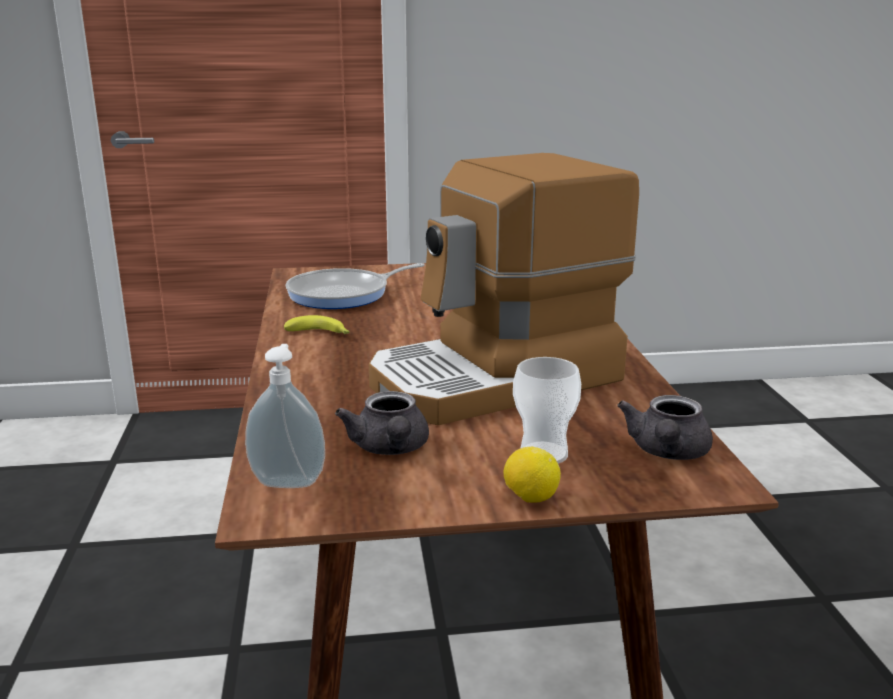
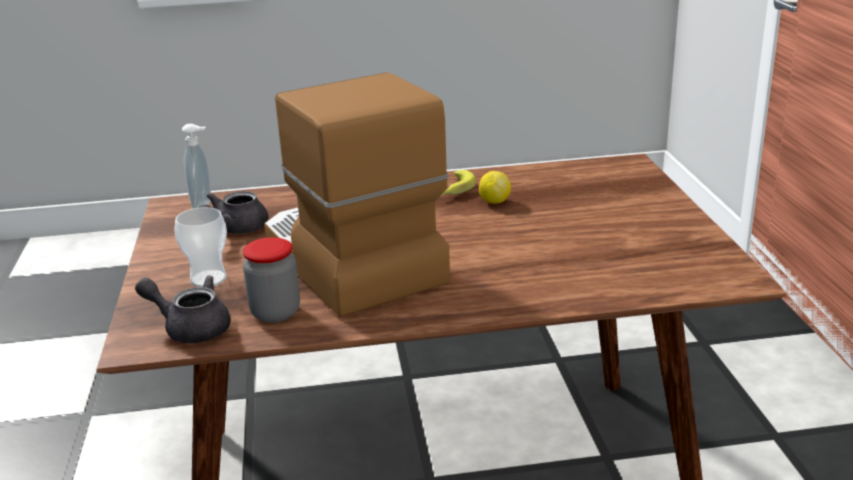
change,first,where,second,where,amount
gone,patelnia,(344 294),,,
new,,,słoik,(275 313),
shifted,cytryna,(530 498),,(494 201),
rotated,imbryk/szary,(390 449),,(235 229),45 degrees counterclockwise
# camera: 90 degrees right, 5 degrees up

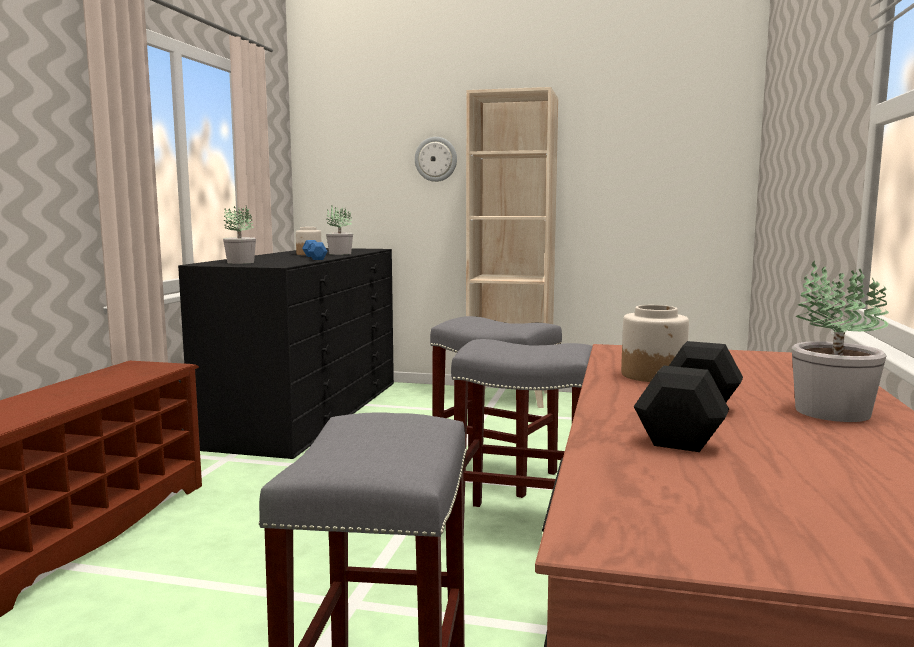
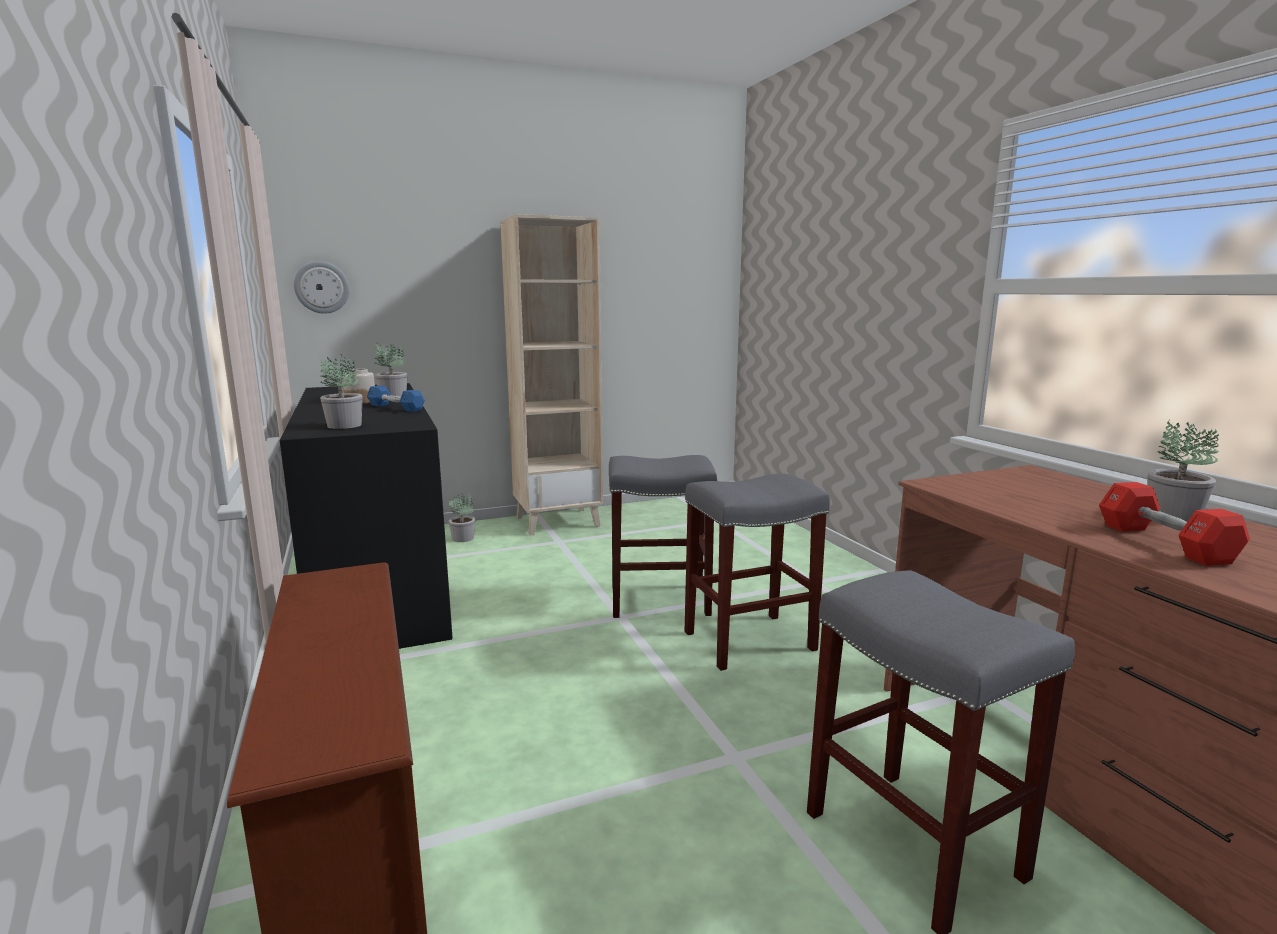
change,first,where,second,where,amount
gone,słoik,(653 375),,,
new,,,roślina doniczkowa,(463 538),
shifted,zegar ścienny,(436 159),,(322 287),
repainted,hantel/czarny,(690 424),hantel/czerwony,(1164 543),
# camera: 35 degrees left, 5 degrees up

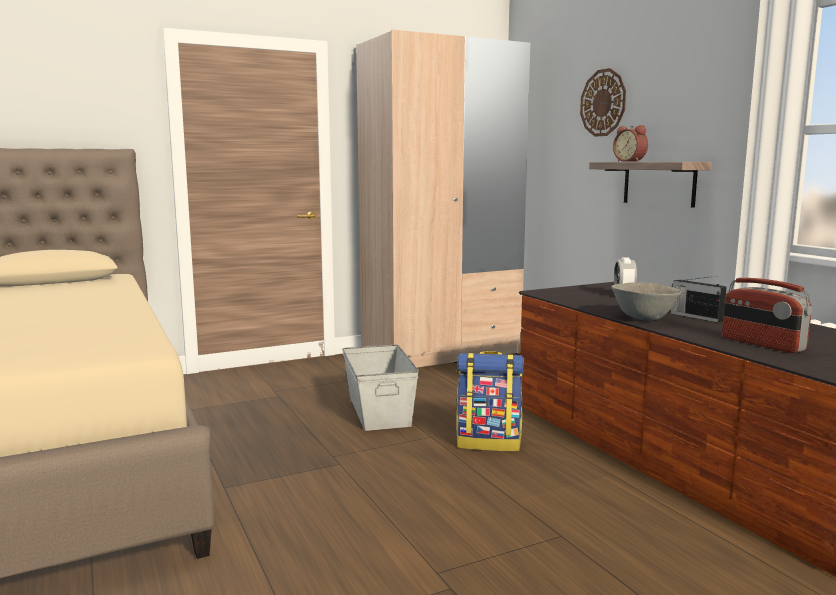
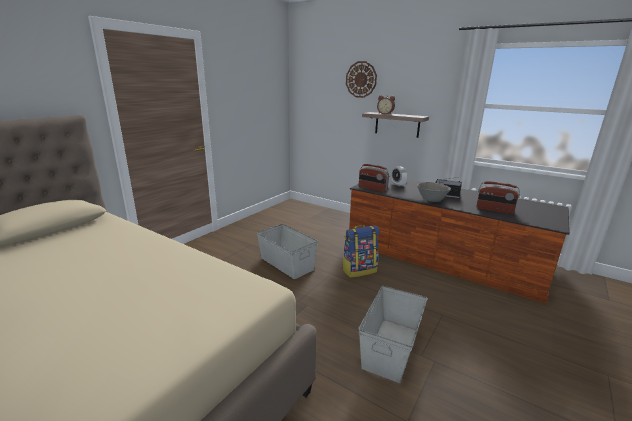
change,first,where,second,where,amount
gone,szafa/beżowy,(441 353),,,
new,,,pojemnik do przechowywania/szary,(391 347),
new,,,radio,(372 188),
# camera: 30 degrees left, 10 degrees up

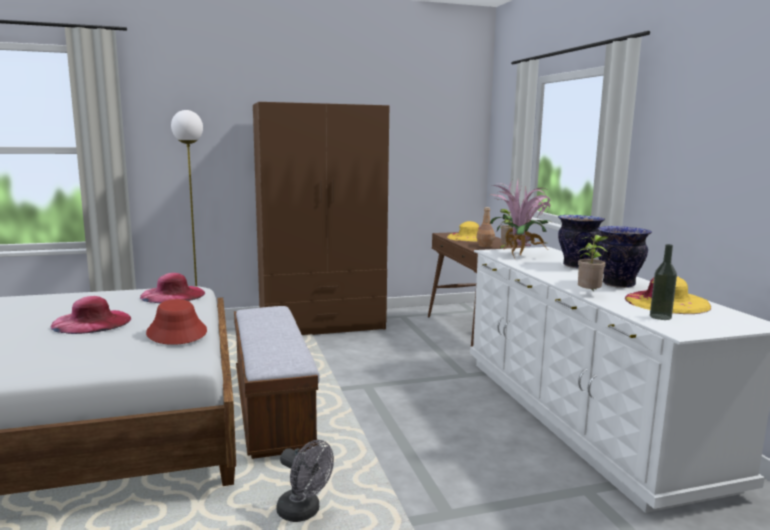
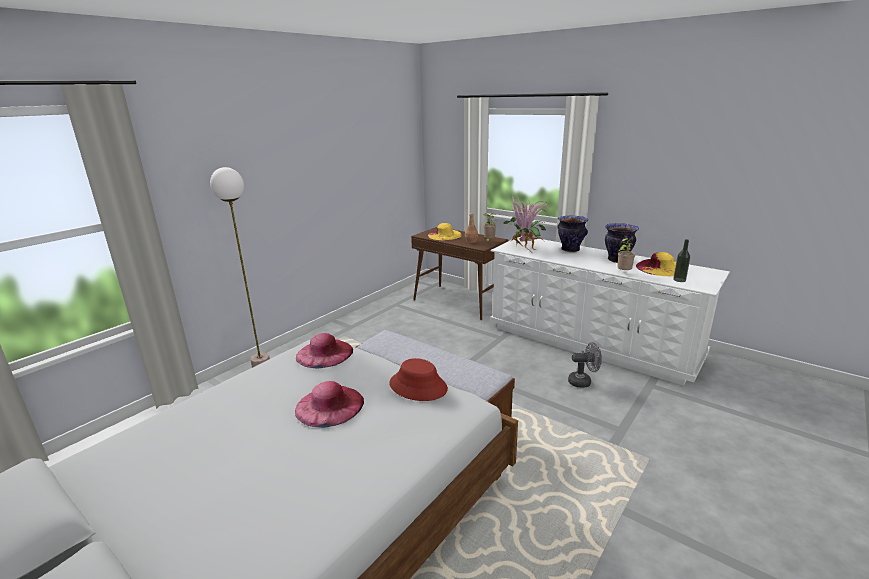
change,first,where,second,where,amount
gone,szafa/brązowy,(322 324),,,
shifted,wentylator/szary,(304 512),,(583 381),
# camera: 35 degrees left, 10 degrees up

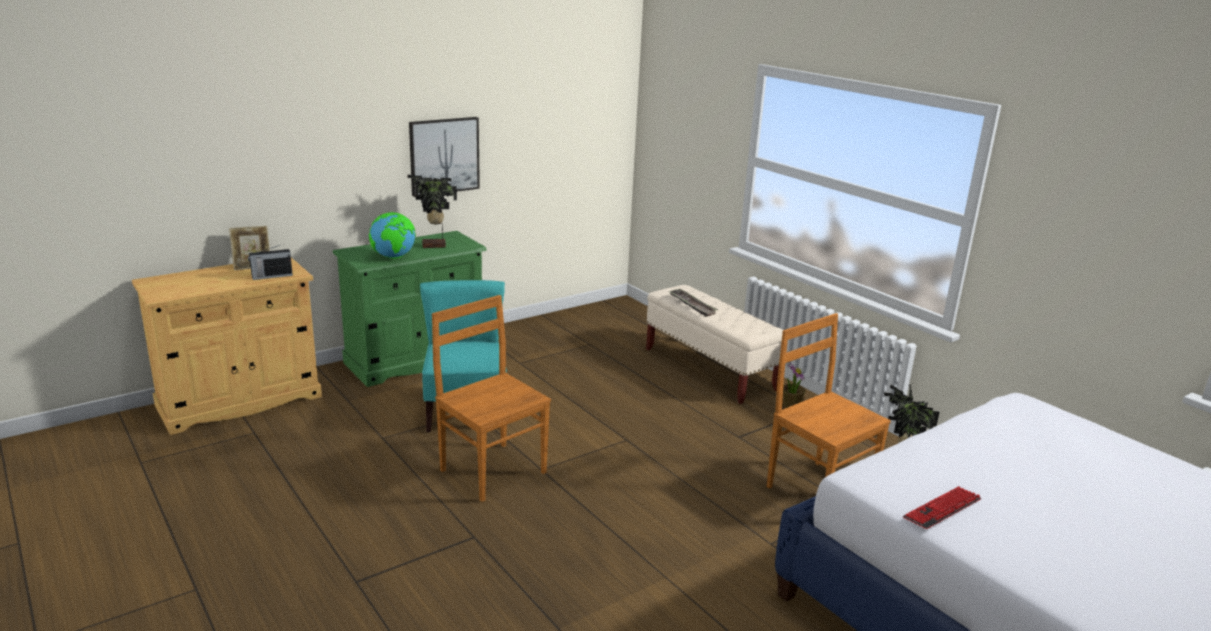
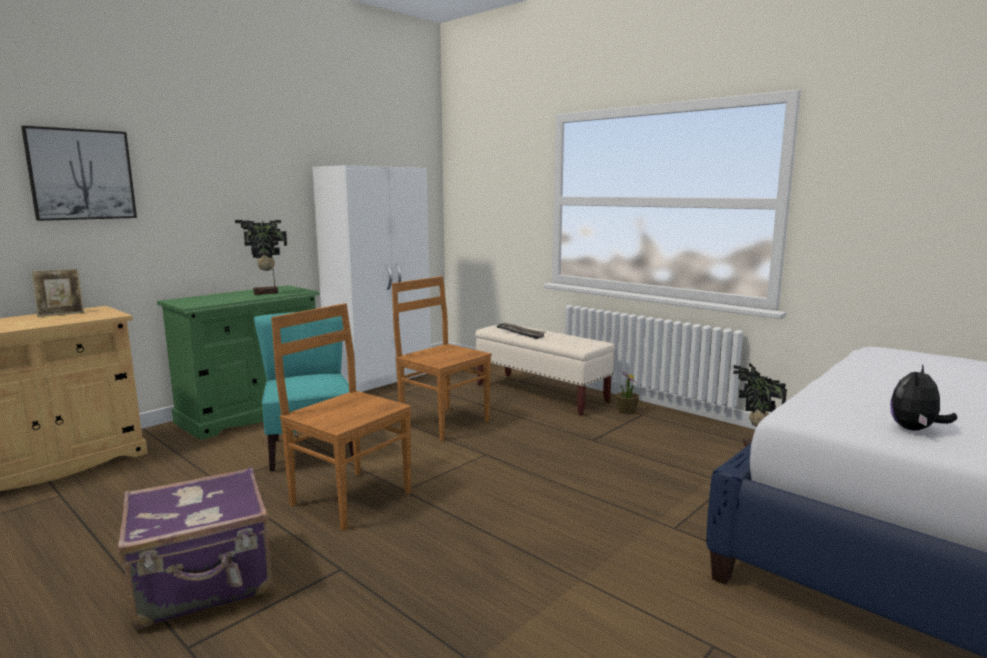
change,first,where,second,where,amount
gone,radio,(271 276),,,
gone,globus,(394 257),,,
new,,,walizka/fioletowy,(204 583),
new,,,szafa/biały,(381 378),
shifted,obraz,(444 156),,(81 174),
shifted,krzesło/brązowy,(817 489),,(443 422),
swapped,klawiatura,(942 509),pluszak,(915 429),
# camera: 10 degrees left, 10 degrees down

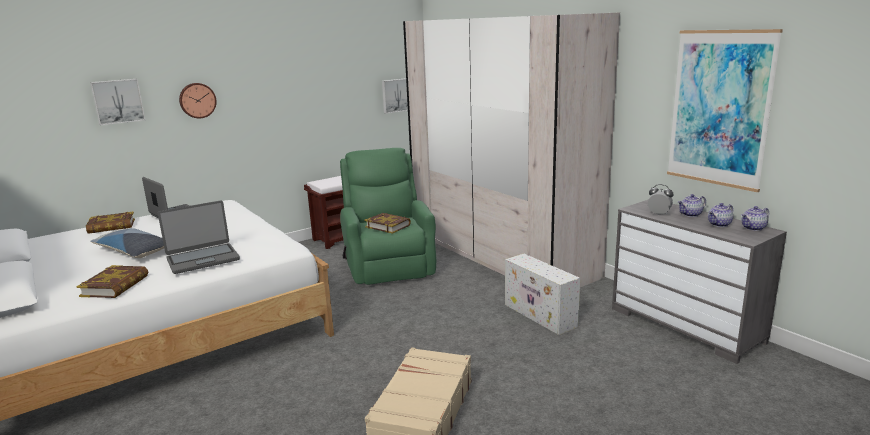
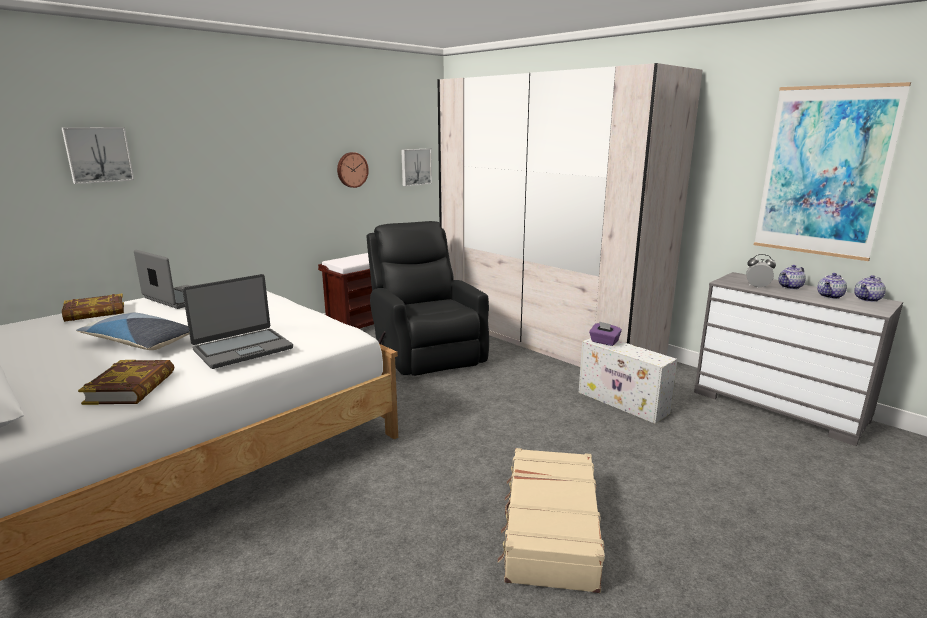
change,first,where,second,where,amount
gone,książka,(388 226),,,
new,,,pudełko chusteczek/fioletowy,(604 342),
shifted,zegar ścienny,(197 100),,(351 170),
repainted,fotel/zielony,(388 263),fotel/czarny,(426 351),
# camera: 10 degrees left, 0 degrees up

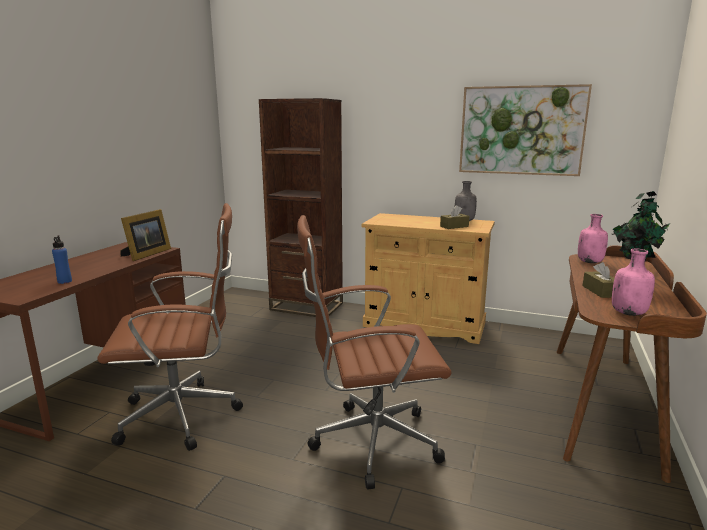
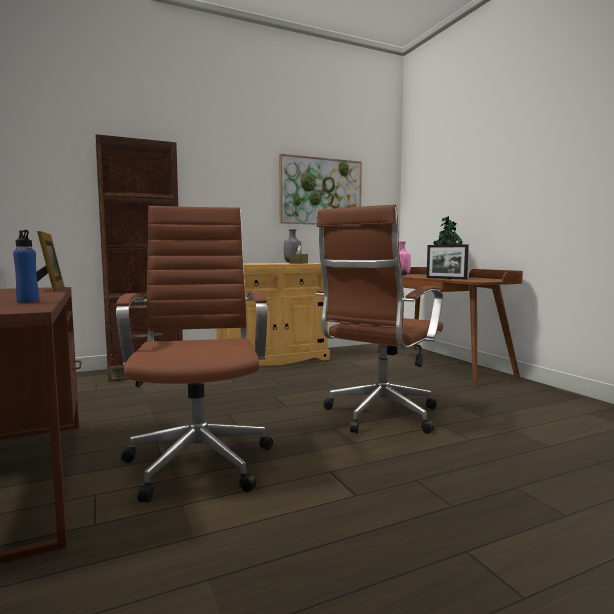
change,first,where,second,where,amount
gone,butelka/różowy,(628 313),,,
swapped,pudełko chusteczek/brązowy,(600 291),ramka na zdjęcie,(446 278),
rotated,krzesło biurowe/brązowy,(185 415),,(200 460),45 degrees counterclockwise
# camera: 45 degrees left, 10 degrees down

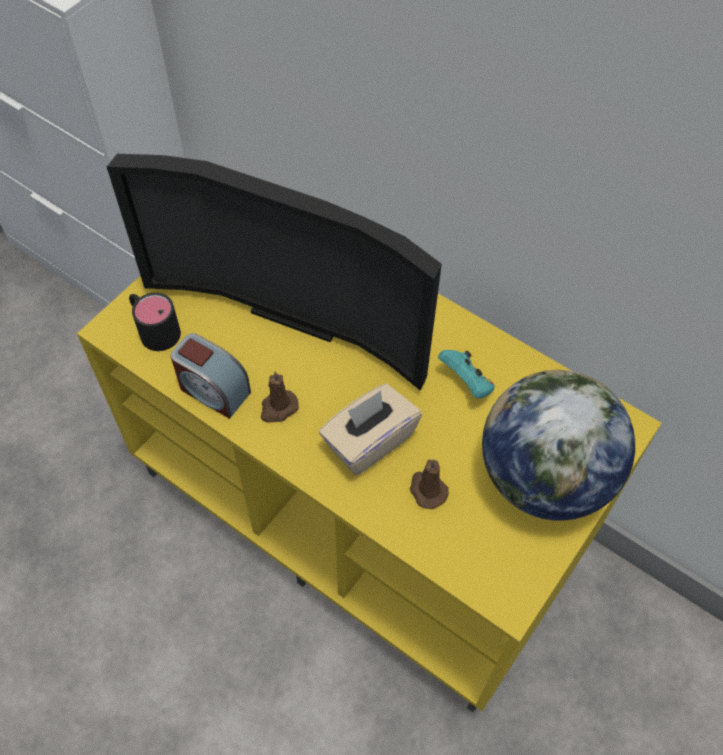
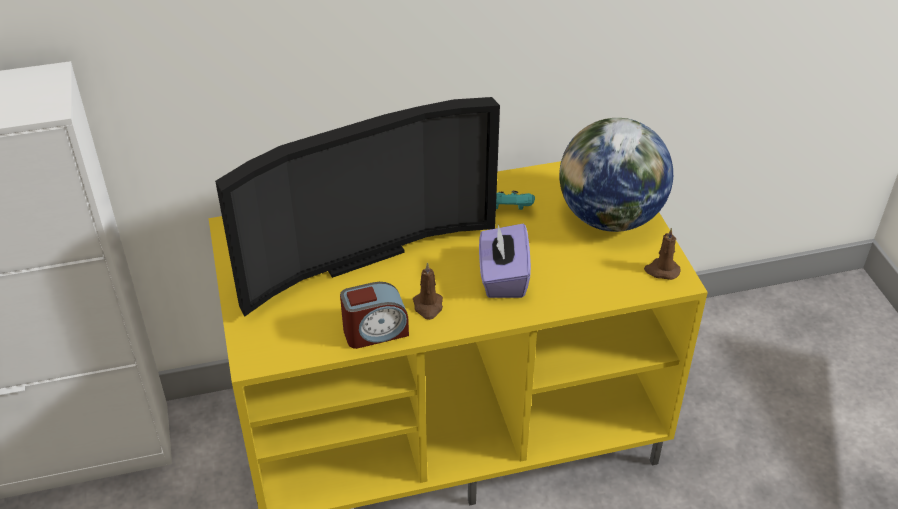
change,first,where,second,where,amount
gone,kubek/czarny,(154 329),,,
shifted,świeca/brązowy,(427 489),,(661 270),
repainted,pudełko chusteczek/beżowy,(369 441),pudełko chusteczek/fioletowy,(503 277),
# camera: 50 degrees left, 15 degrees down

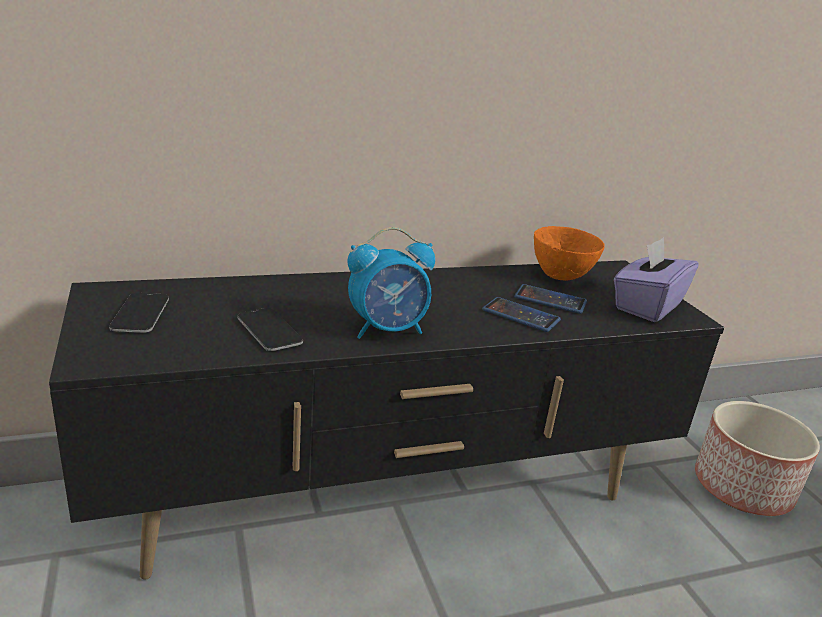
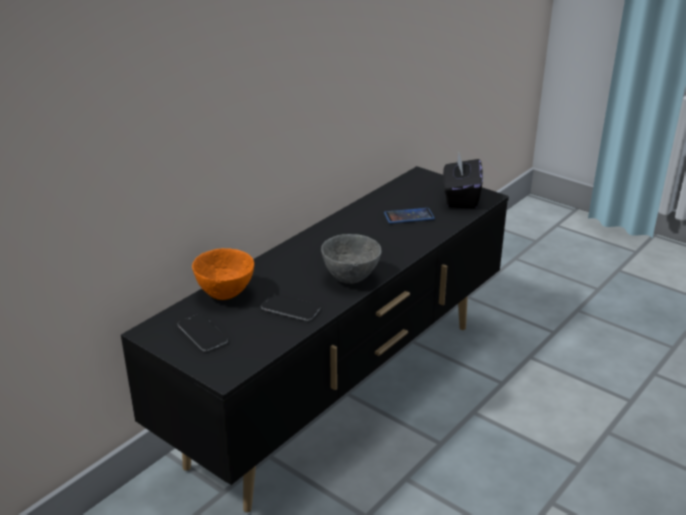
change,first,where,second,where,amount
gone,telefon,(521 315),,,
gone,donica,(743 488),,,
shifted,miska/pomarańczowy,(561 276),,(226 293),
swapped,budzik,(388 330),miska/szary,(350 277),
repainted,pudełko chusteczek/fioletowy,(647 306),pudełko chusteczek/czarny,(460 198),
# camera: 30 degrees left, 5 degrees up

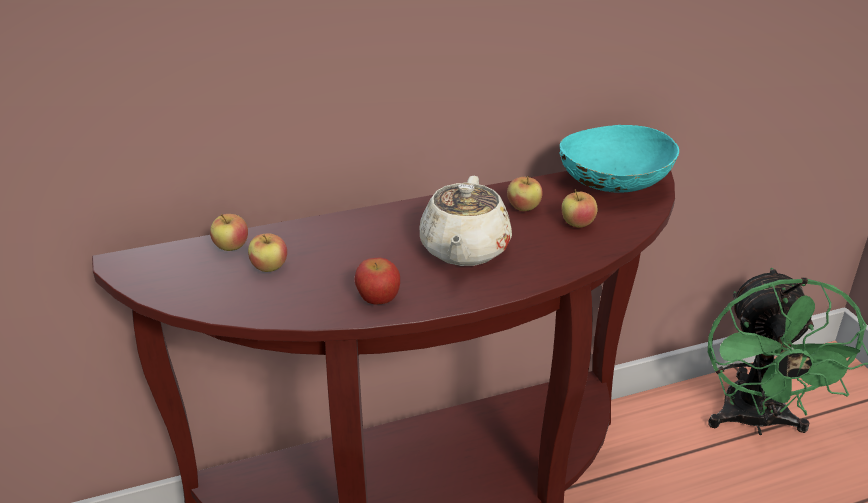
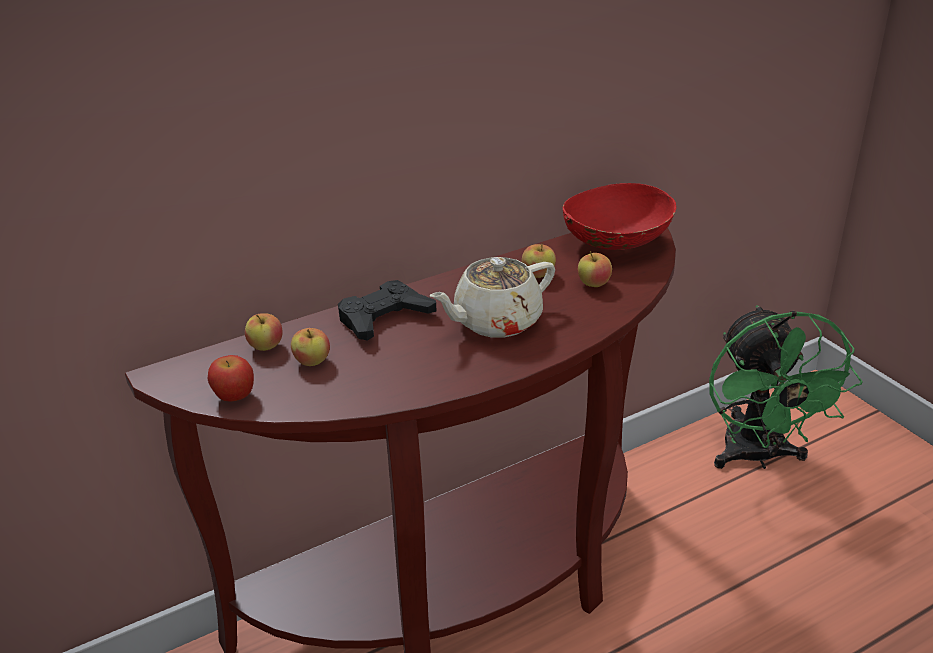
change,first,where,second,where,amount
new,,,pad do gier/czarny,(384 318),
shifted,jabłko,(378 299),,(234 396),
repainted,miska/turkusowy,(613 186),miska/czerwony,(616 244),
rotated,imbryk/beżowy,(464 250),,(495 322),60 degrees clockwise
# camera: 10 degrees left, 0 degrees up

